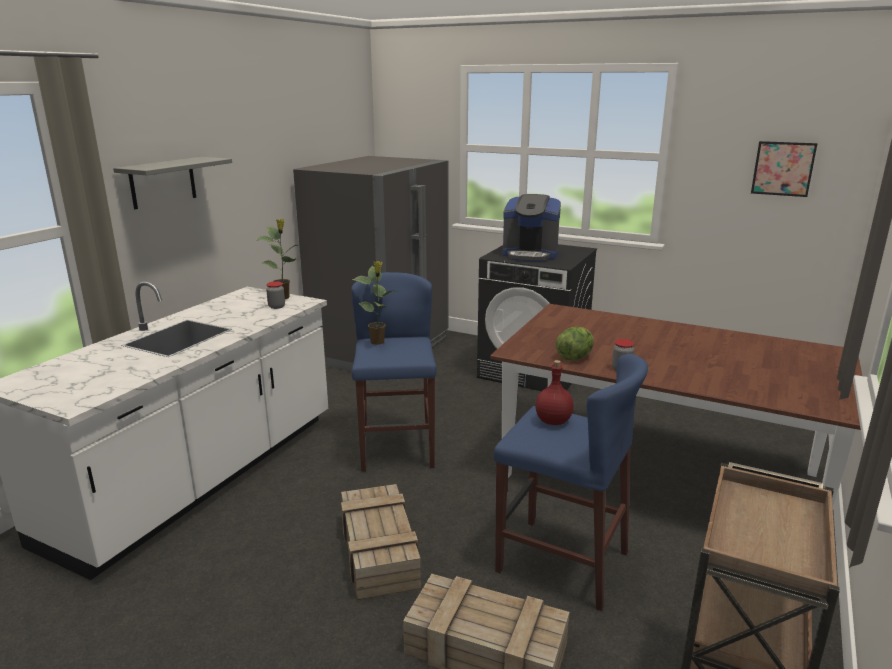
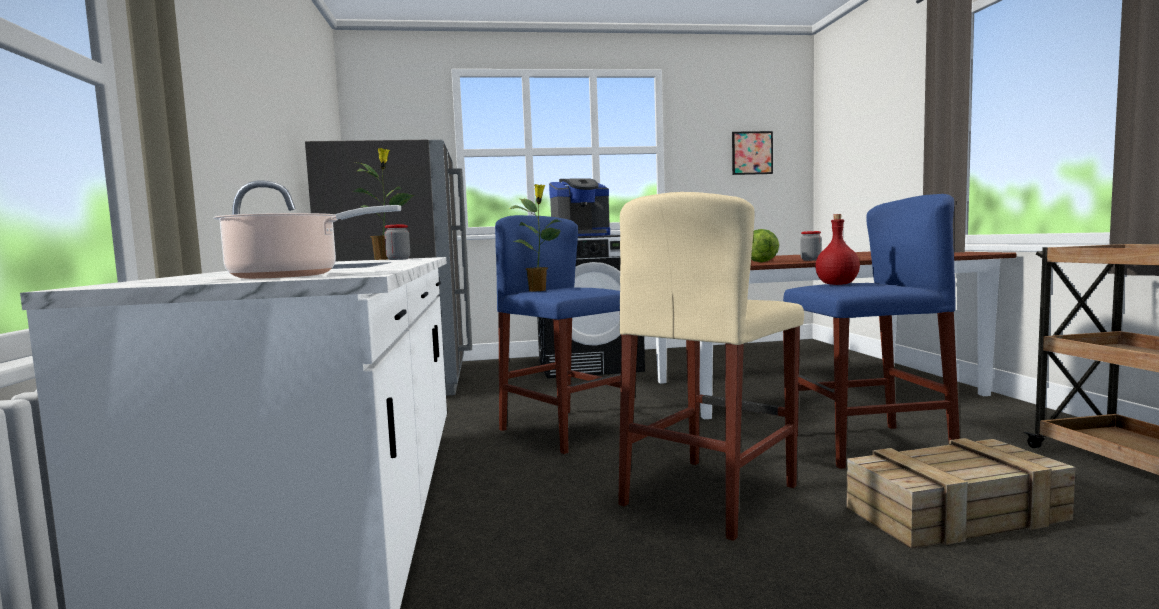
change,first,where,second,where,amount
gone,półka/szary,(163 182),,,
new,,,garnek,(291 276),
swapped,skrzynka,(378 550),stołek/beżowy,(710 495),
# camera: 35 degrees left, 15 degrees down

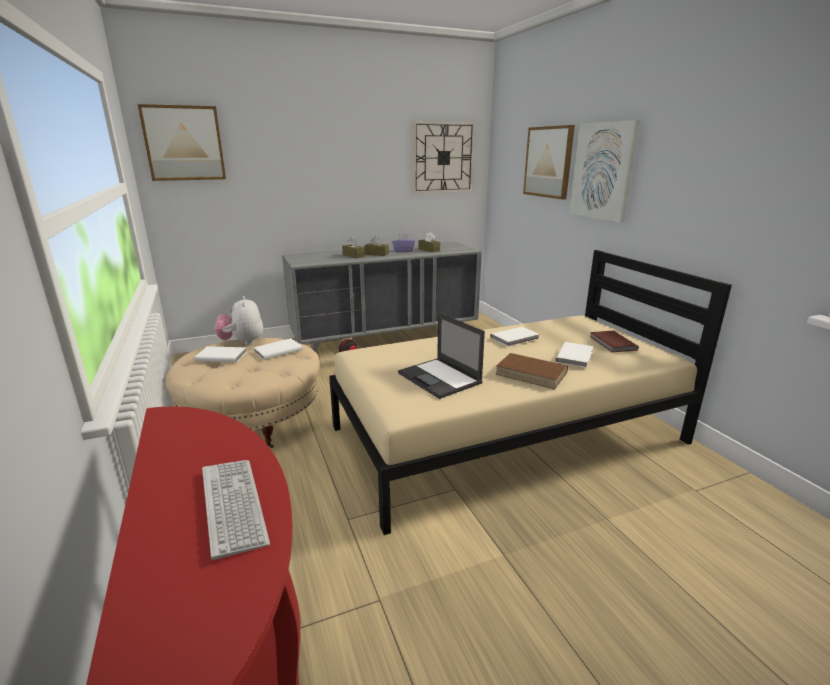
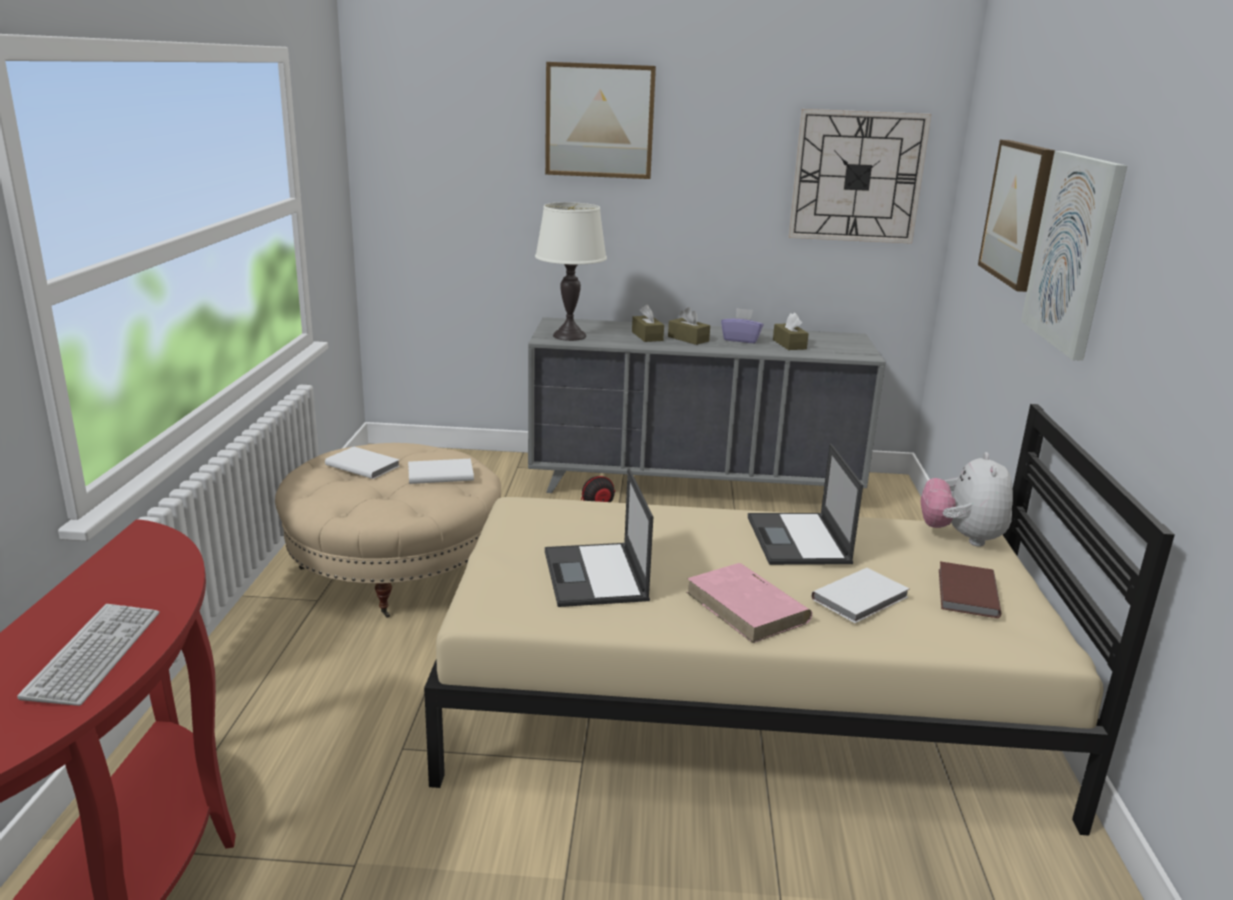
change,first,where,second,where,amount
new,,,lampa stołowa/biały,(569 336),
shifted,obraz,(184 143),,(599 121),
shifted,pluszak,(242 342),,(961 537),
swapped,książka/biały,(515 338),laptop,(798 540),
repainted,książka/brązowy,(532 373),książka/różowy,(748 607),
# camera: 25 degrees right, 0 degrees up

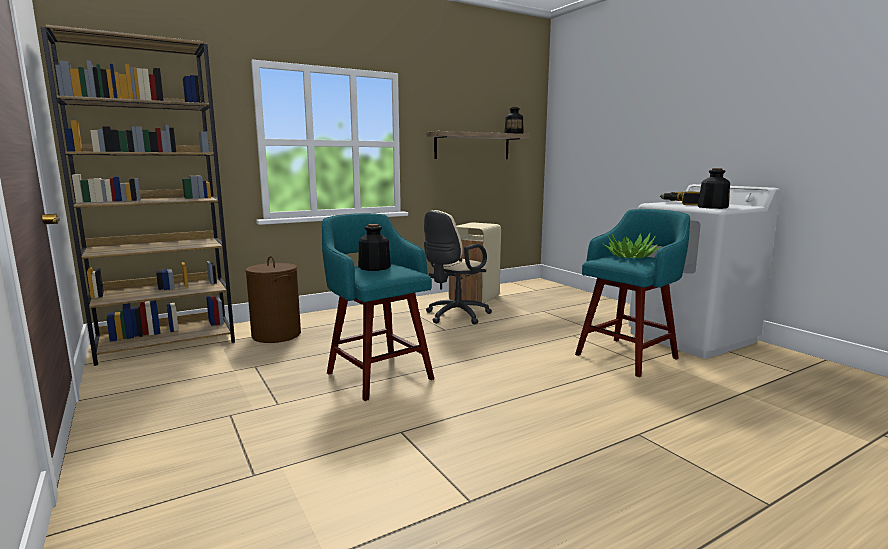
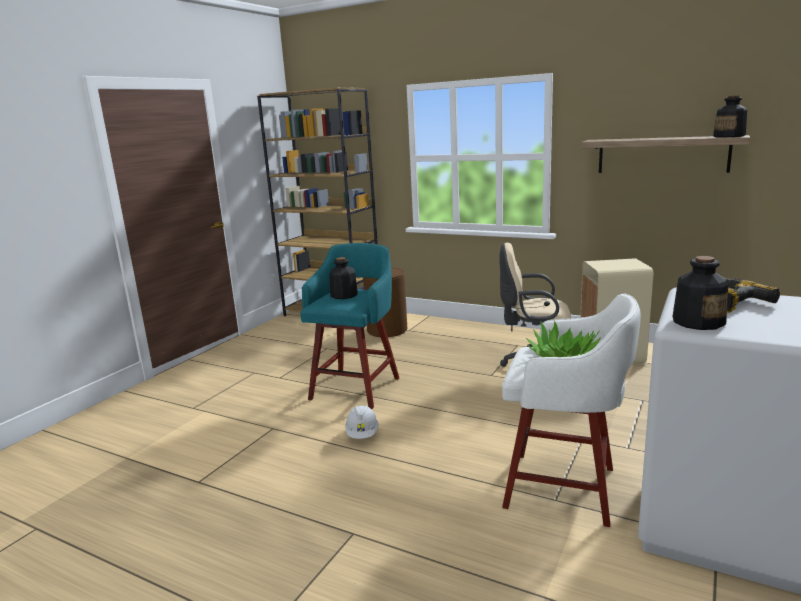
change,first,where,second,where,amount
new,,,kask/biały,(362 434),
repainted,stołek/turkusowy,(628 356),stołek/biały,(564 488),
# camera: 60 degrees right, 5 degrees up

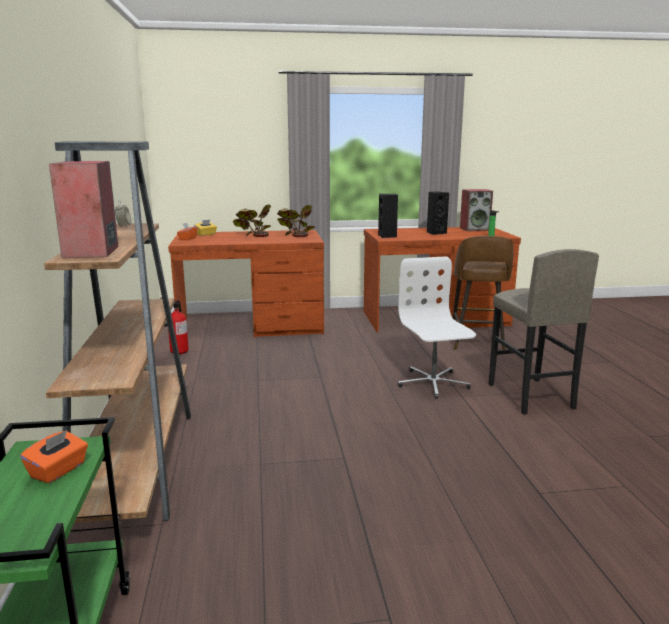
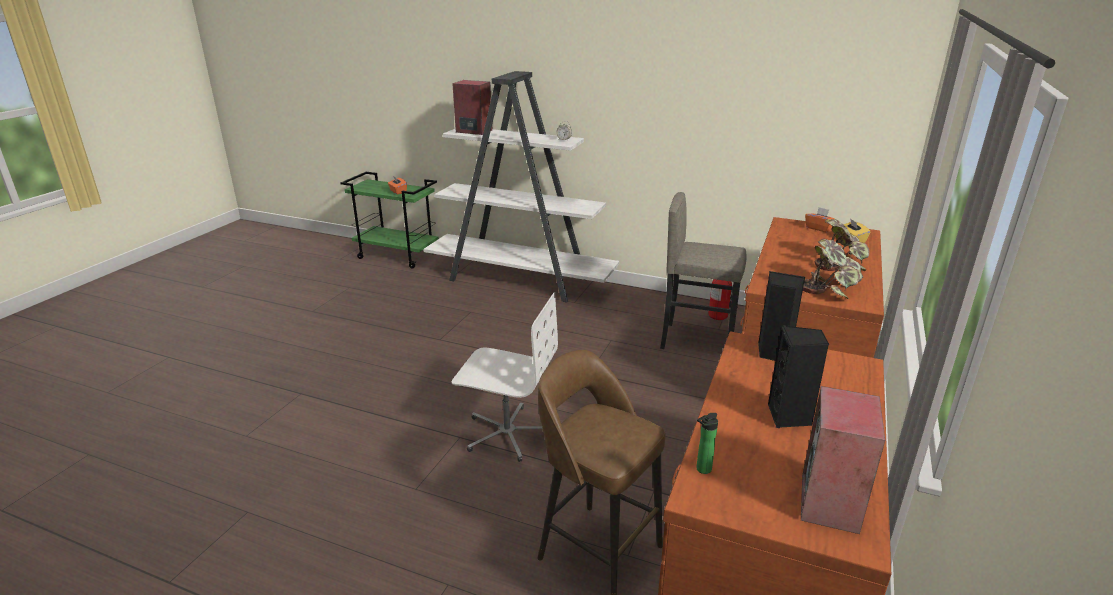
change,first,where,second,where,amount
shifted,stołek/szary,(530 396),,(697 340),
repainted,regał/brązowy,(137 461),regał/biały,(520 280),
# camera: 120 degrees right, 10 degrees up

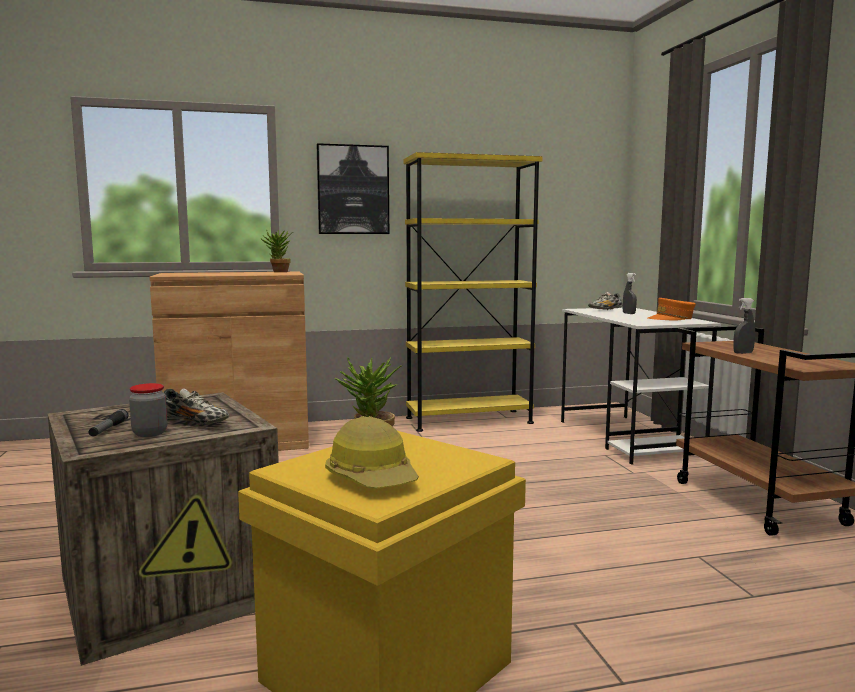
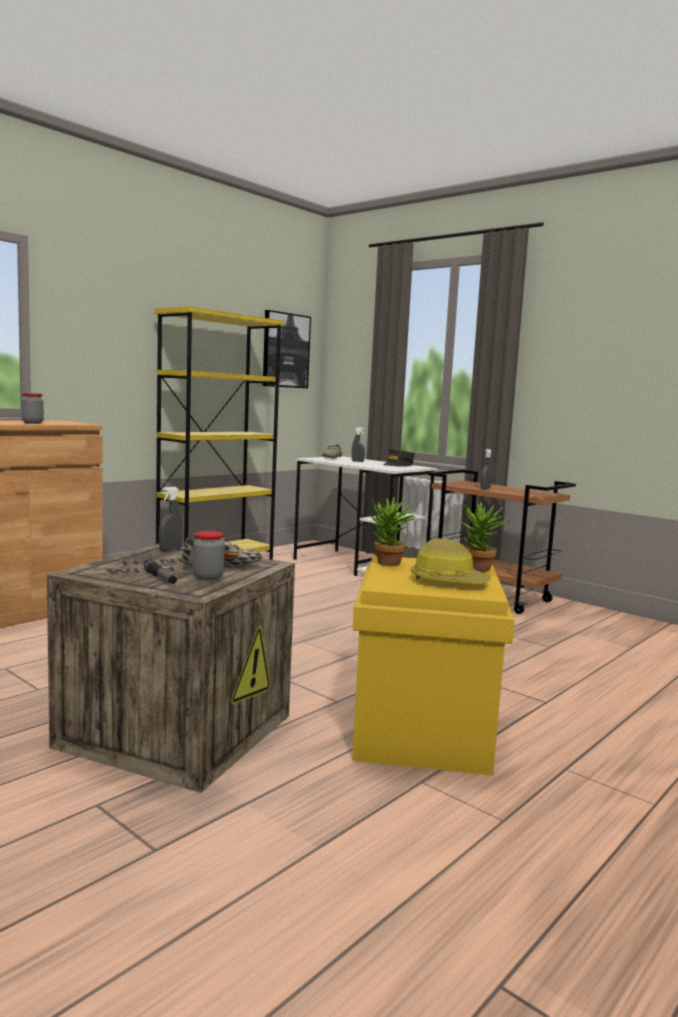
change,first,where,second,where,amount
new,,,słoik,(32 423),
new,,,spryskiwacz/szary,(170 550),
shifted,roślina doniczkowa,(278 272),,(479 570),
shifted,obraz,(353 190),,(285 350),
repainted,czapka z daszkiem/pomarańczowy,(671 318),czapka z daszkiem/szary,(398 465),
# camera: 35 degrees left, 0 degrees up

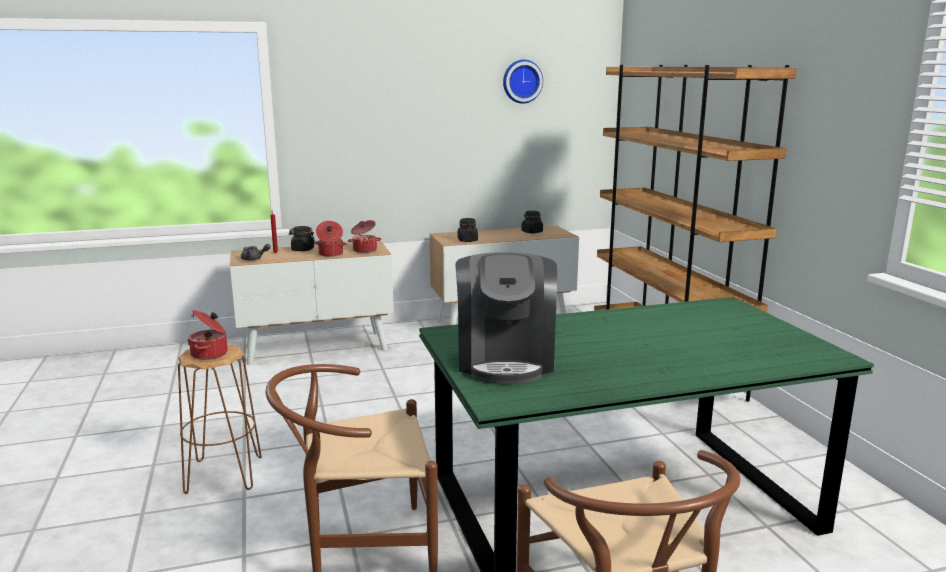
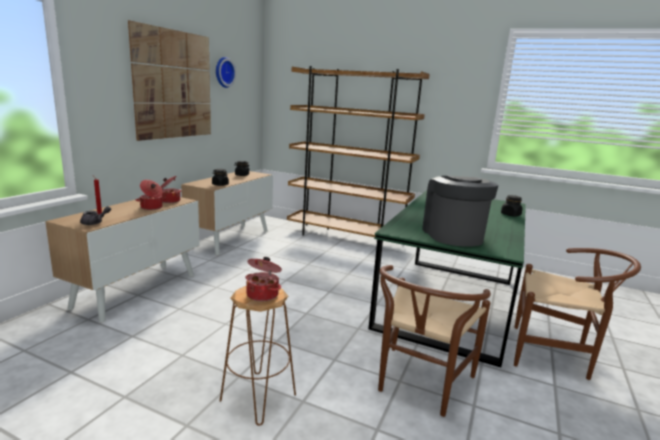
change,first,where,second,where,amount
new,,,obraz,(174 85),
shifted,słoik/czarny,(302 249),,(510 215),
rotated,ekspres do kawy,(505 360),,(453 235),135 degrees counterclockwise
# camera: 50 degrees left, 0 degrees up

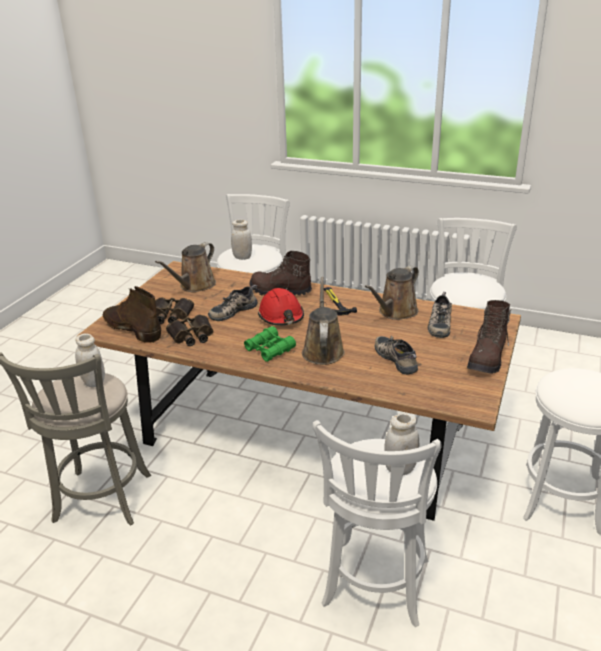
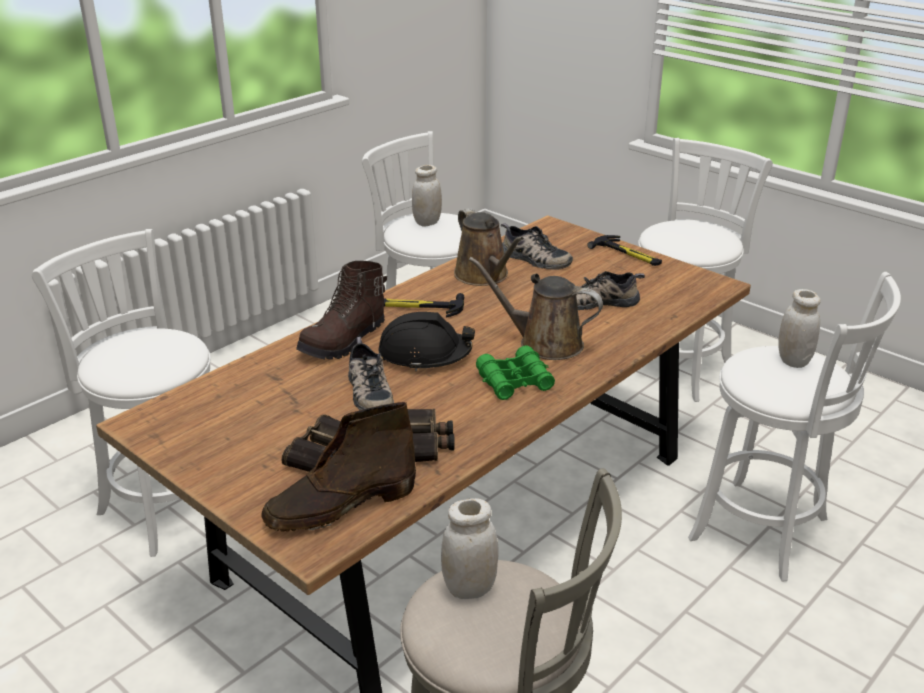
change,first,where,second,where,amount
gone,konewka/brązowy,(195 286),,,
shifted,słoik/biały,(242 257),,(427 222),
swapped,but z cholewką/brązowy,(487 358),młotek,(627 254),
repainted,kask/czerwony,(281 316),kask/czarny,(424 354),
# camera: 70 degrees left, 0 degrees up

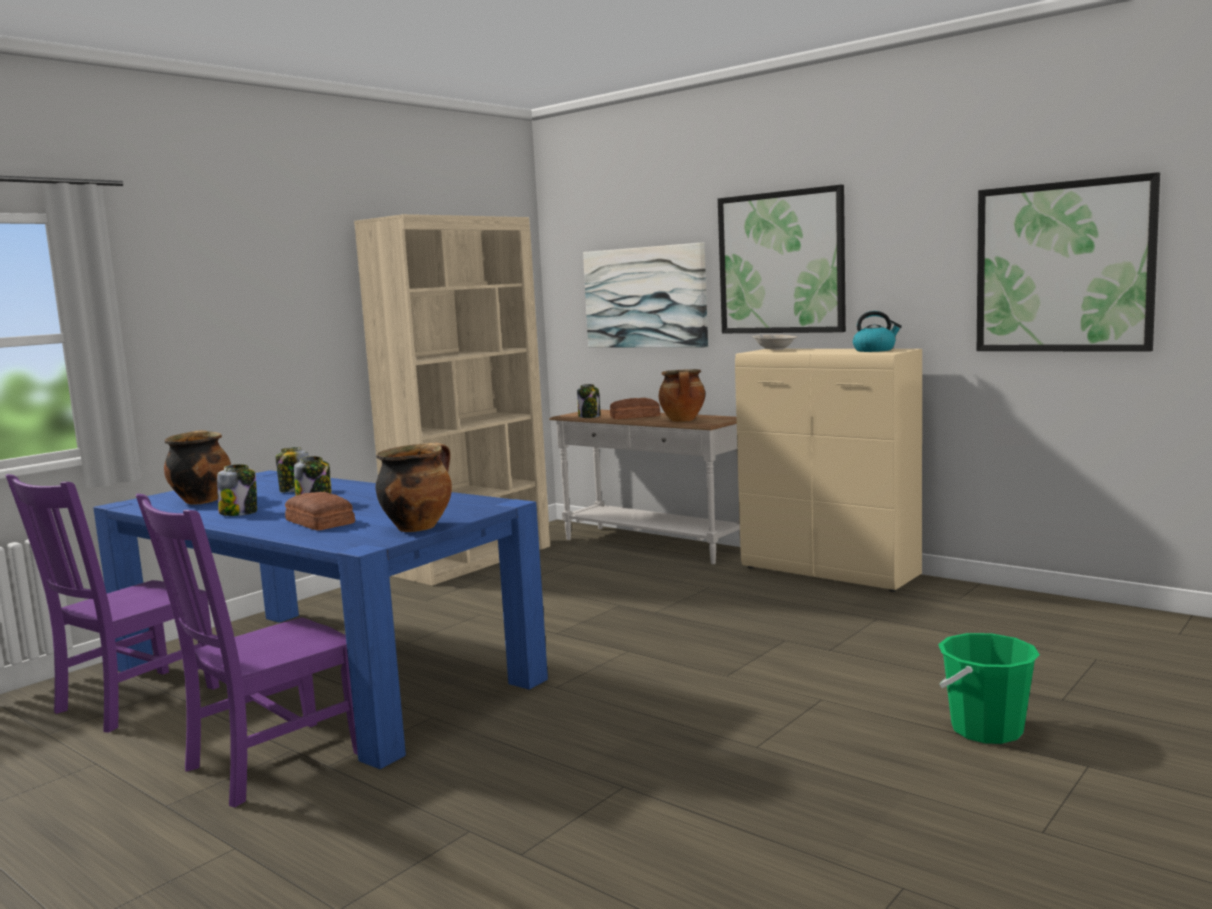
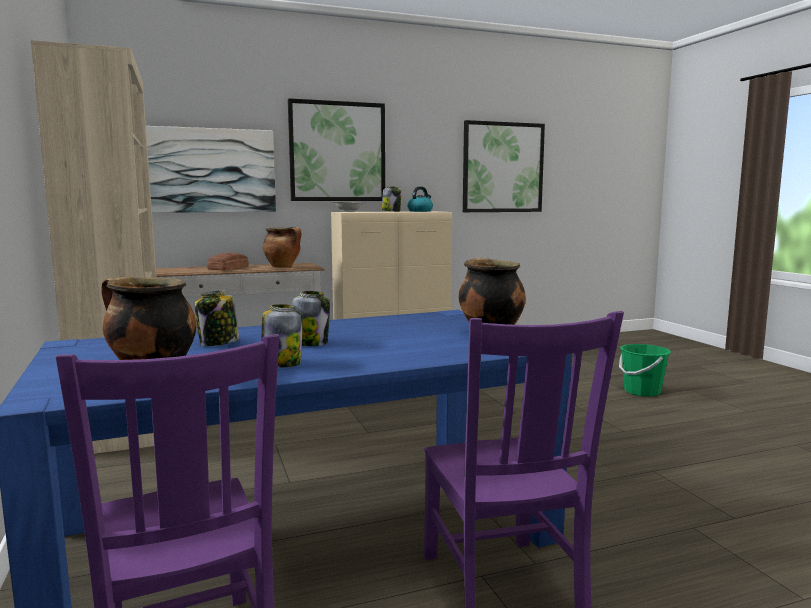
change,first,where,second,where,amount
gone,chleb,(319 522),,,
shifted,słoik,(589 416),,(391 211),
# camera: 60 degrees left, 0 degrees up

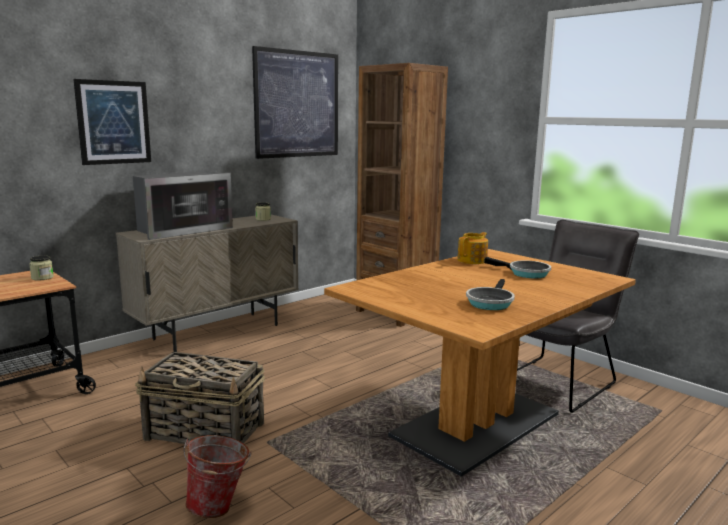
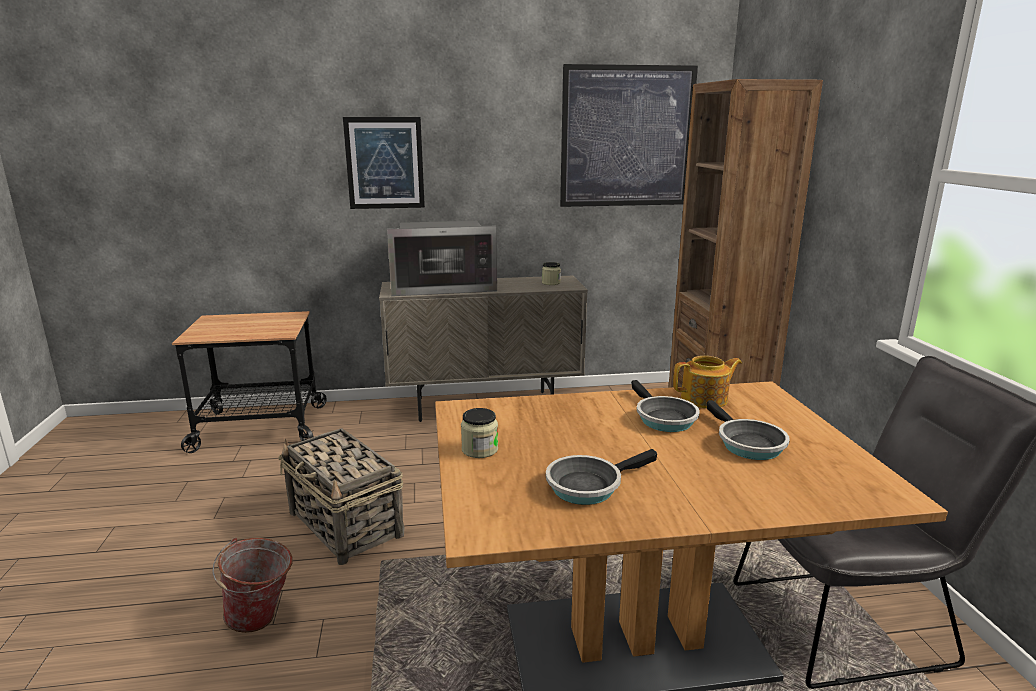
change,first,where,second,where,amount
new,,,patelnia,(663 418),
shifted,słoik,(42 278),,(479 449),
# camera: 35 degrees right, 5 degrees up

